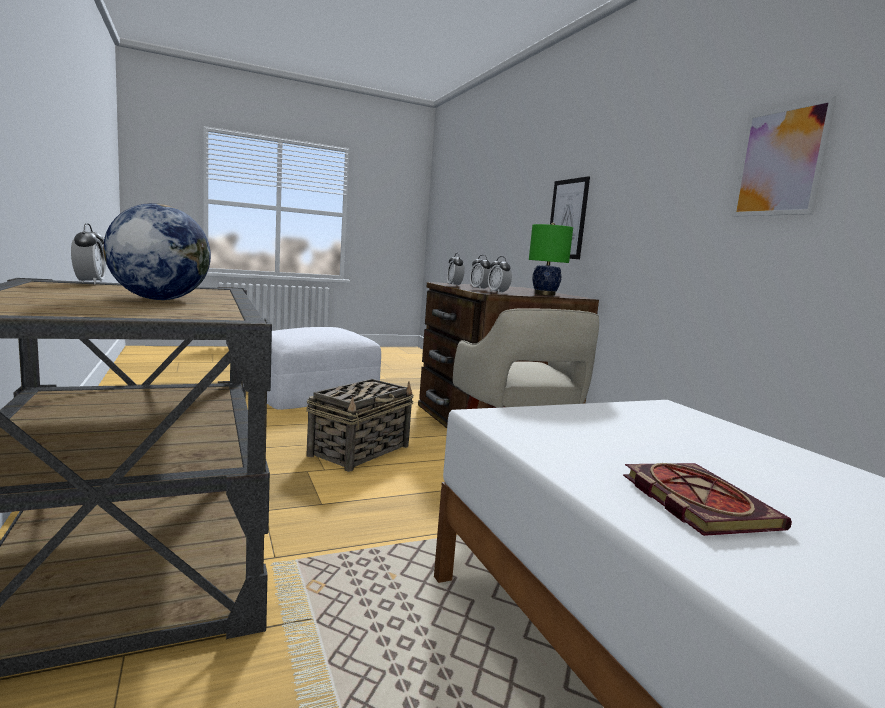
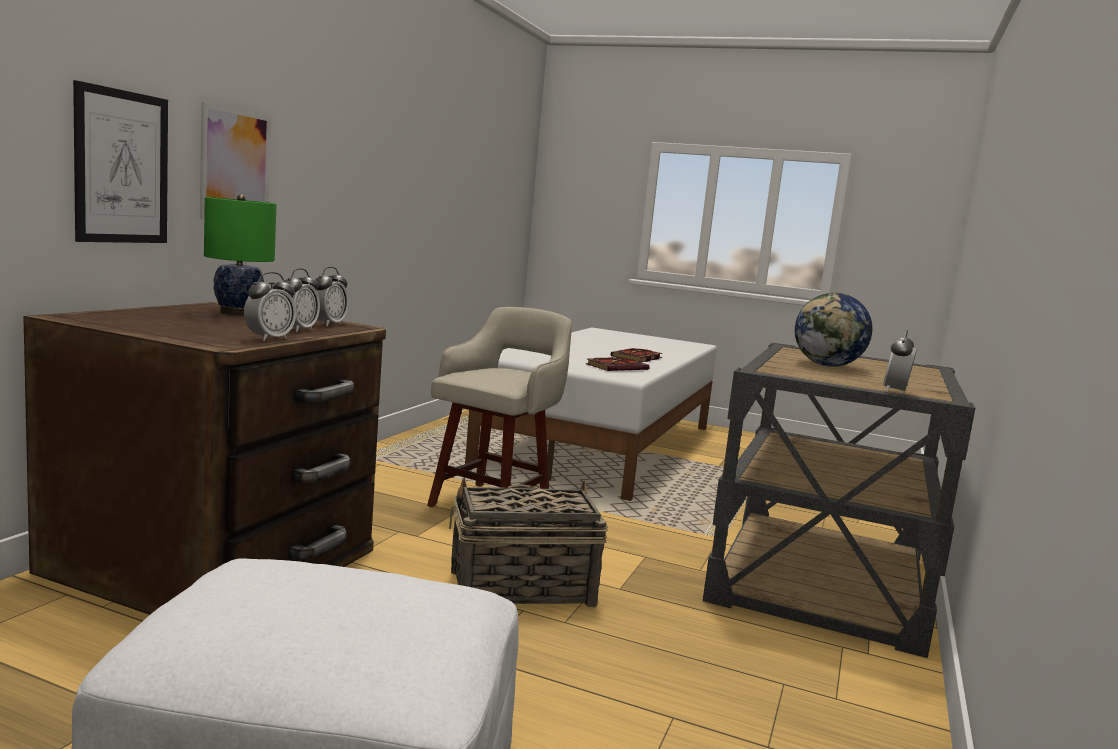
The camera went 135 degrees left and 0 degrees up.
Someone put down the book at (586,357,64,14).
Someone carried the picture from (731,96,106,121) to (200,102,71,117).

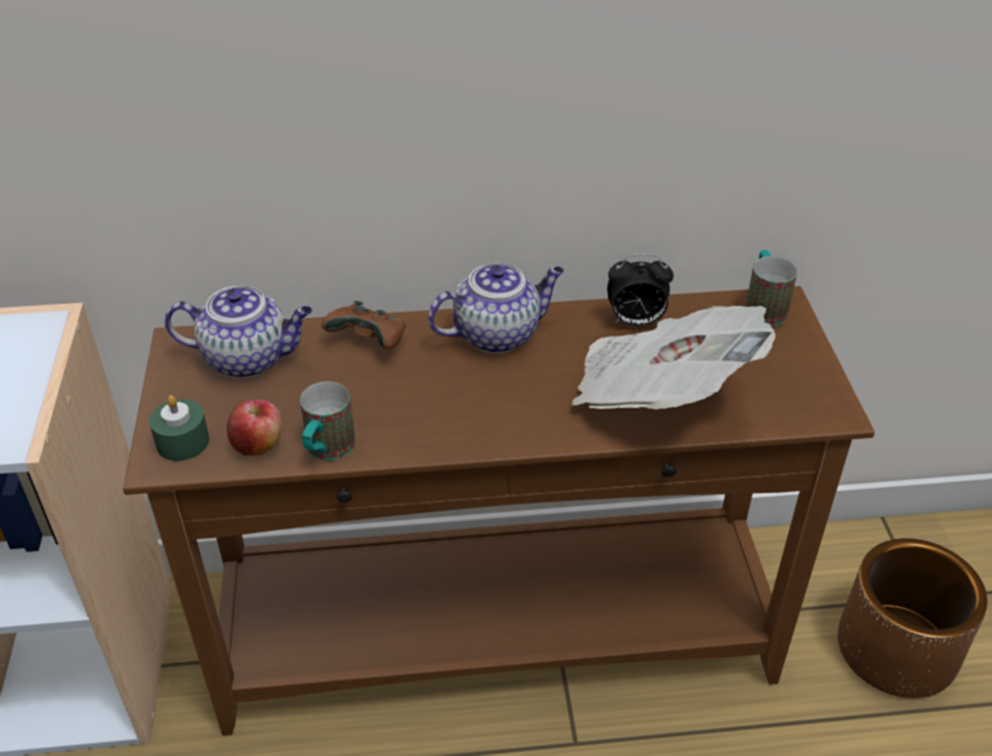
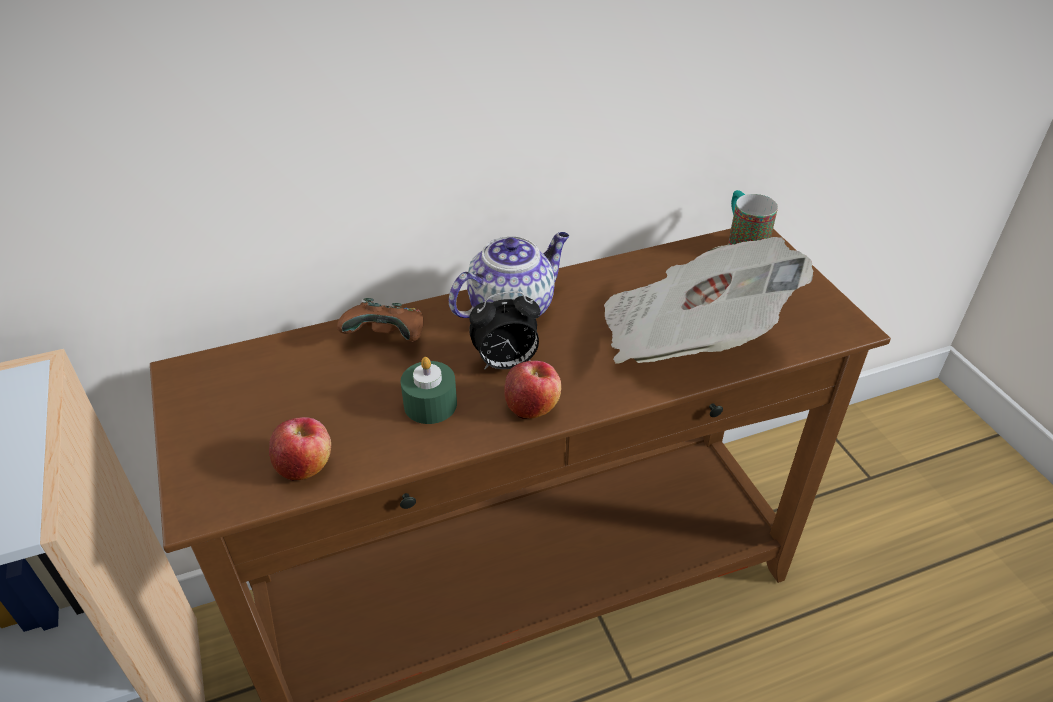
The camera went 15 degrees left and 0 degrees up.
Someone took away the teapot at (164,285,149,93).
Someone took away the mug at (300,381,55,80).
Someone took away the brown planter at (838,538,150,160).
Someone put down the apple at (505,361,56,58).
Someone carried the green candle from (149,395,60,66) to (400,357,57,67).
Someone carried the alarm clock from (607,254,67,72) to (469,291,71,79).

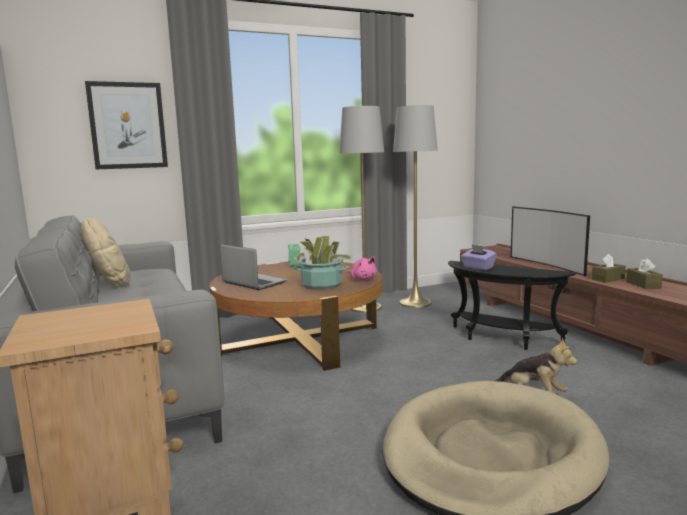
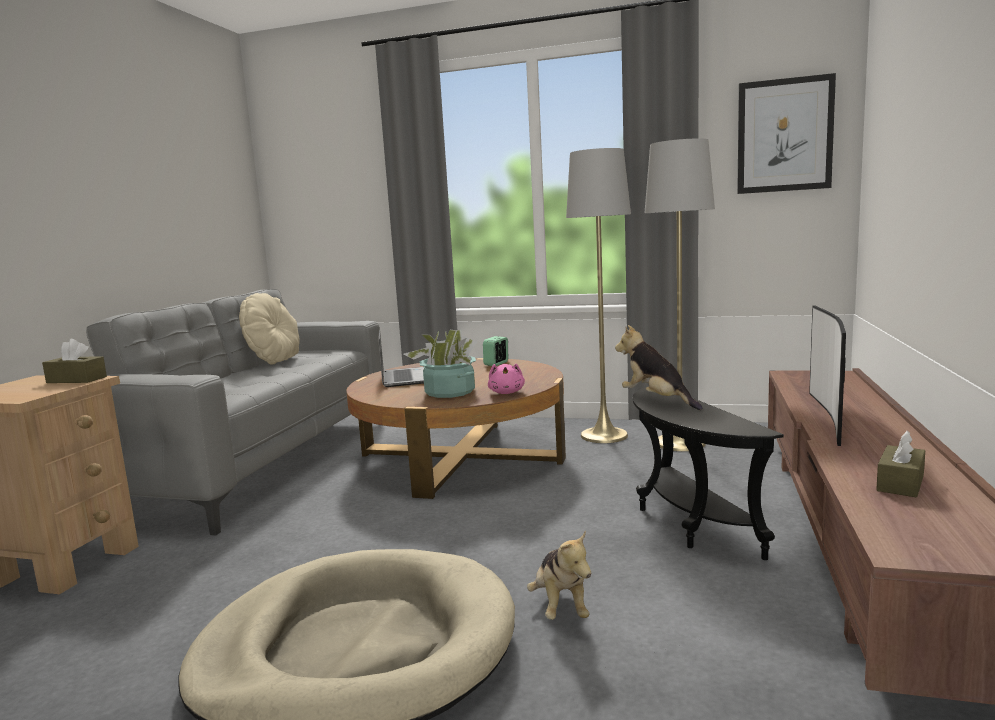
The camera went 40 degrees right and 0 degrees up.
Someone carried the picture from (85,81,83,88) to (737,73,99,121).
Someone carried the brown tissue box from (592,254,34,29) to (42,339,65,44).
Someone swapped the purple tissue box at (461,245,36,25) for the plush toy at (615,325,88,85).

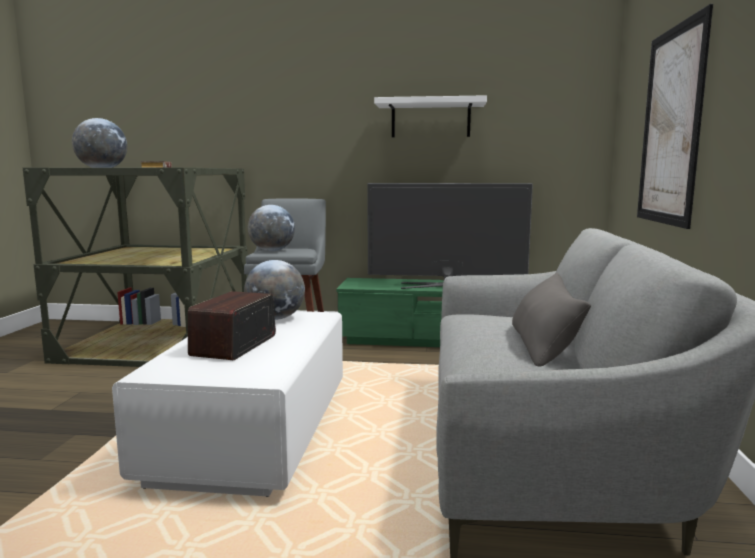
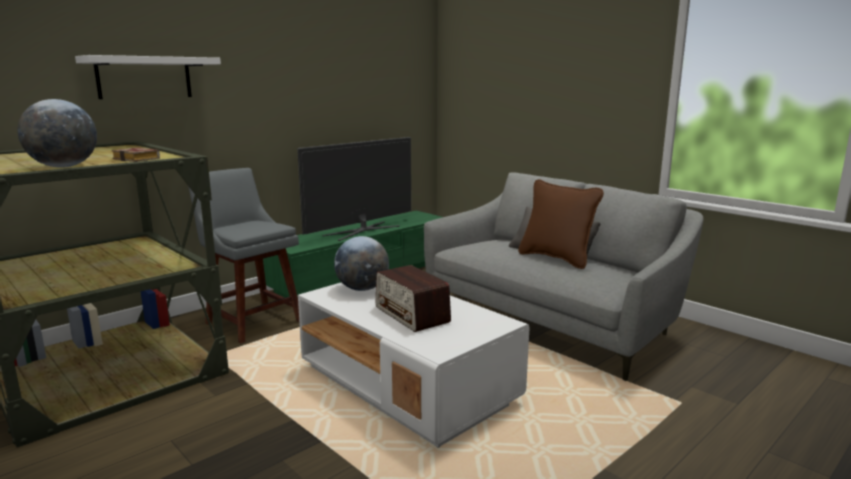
The camera went 50 degrees left and 5 degrees up.
Someone took away the globe at (248,205,47,46).
Someone took away the picture at (637,4,76,225).
Someone put down the brown pillow at (518,179,86,90).
Someone carried the white shelf from (374,95,113,42) to (75,55,146,44).

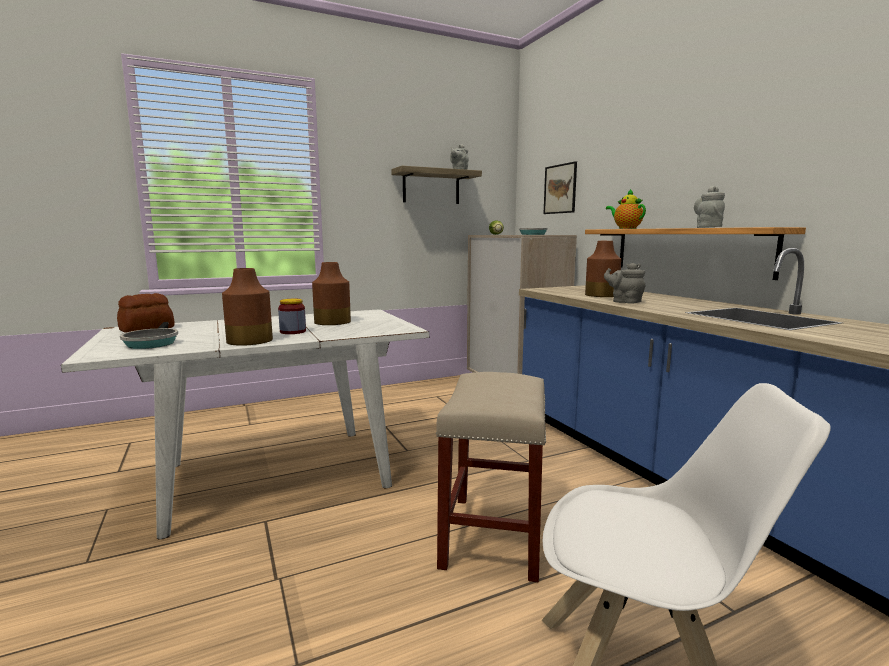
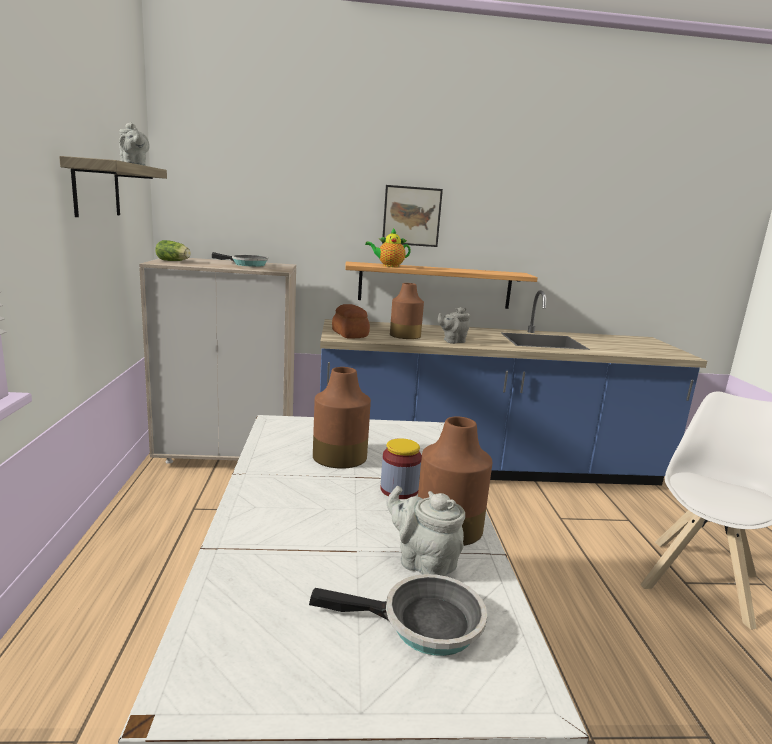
The camera went 70 degrees left and 5 degrees up.
Someone took away the beige stool at (436,372,110,210).
Someone carried the bread from (117,293,58,40) to (332,304,38,35).
Someone carried the picture from (543,161,34,53) to (382,185,61,62).
Someone carried the grey teapot from (694,186,31,42) to (387,486,78,90).

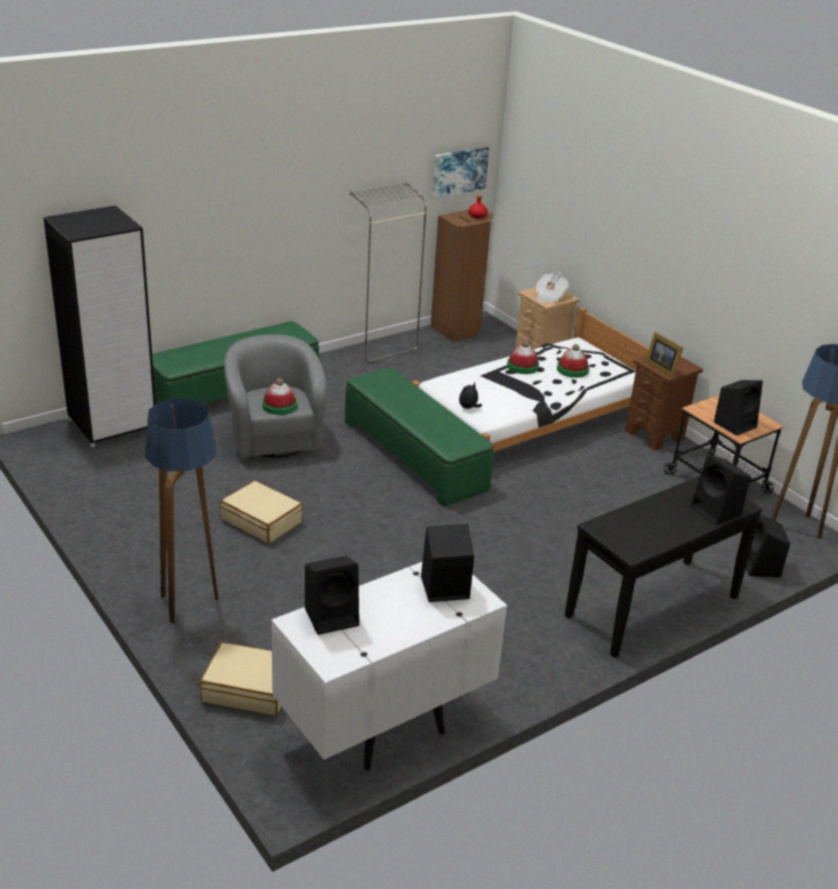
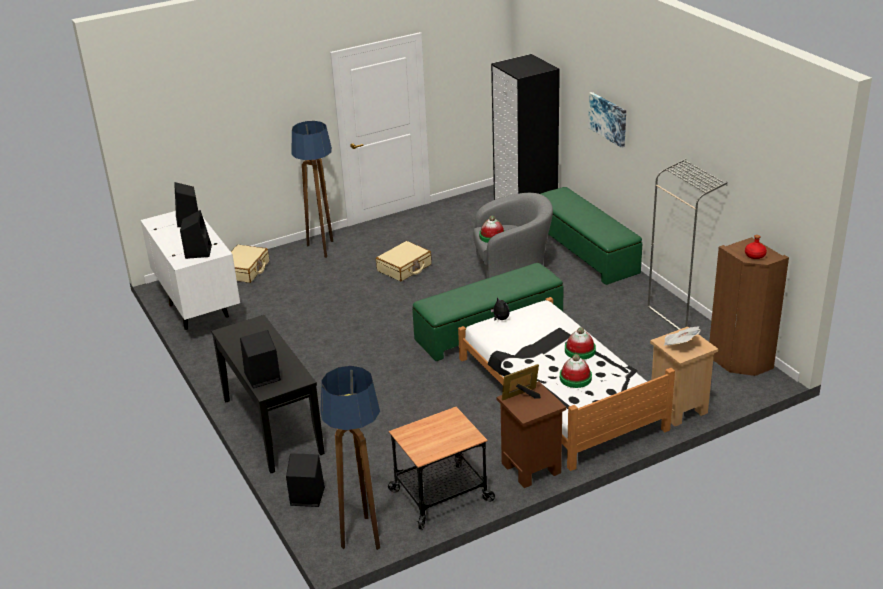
The camera went 100 degrees right and 0 degrees up.
Someone took away the black speaker at (714,380,49,56).
Someone carried the picture from (433,147,56,51) to (588,92,38,56).

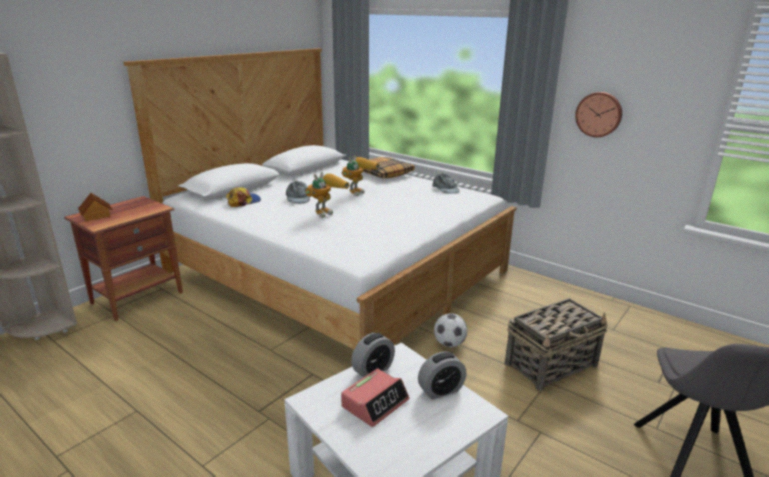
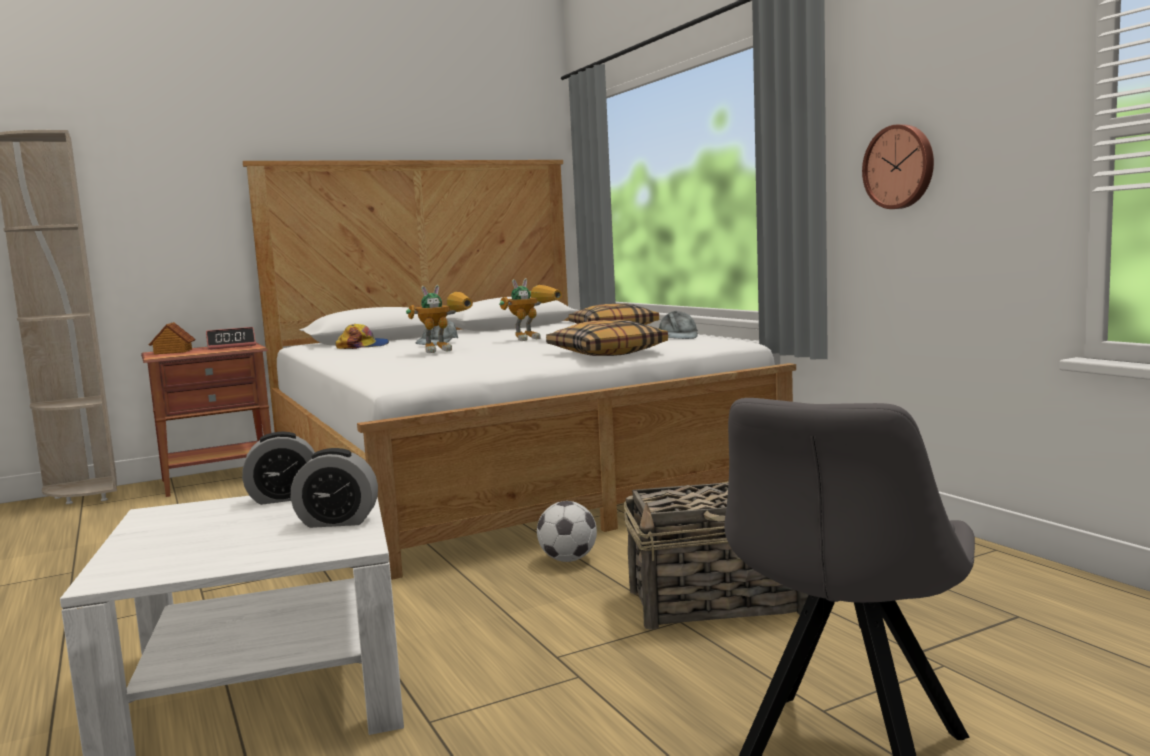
The camera went 25 degrees right and 15 degrees down.
Someone put down the pillow at (546,320,122,36).
Someone carried the alarm clock from (341,368,68,59) to (206,327,50,23).

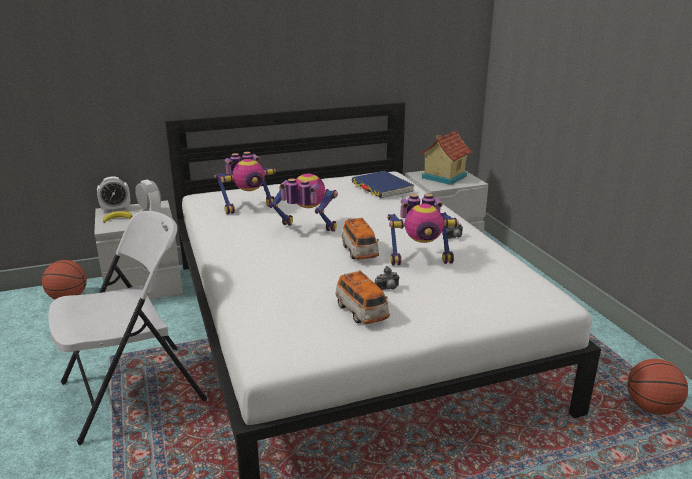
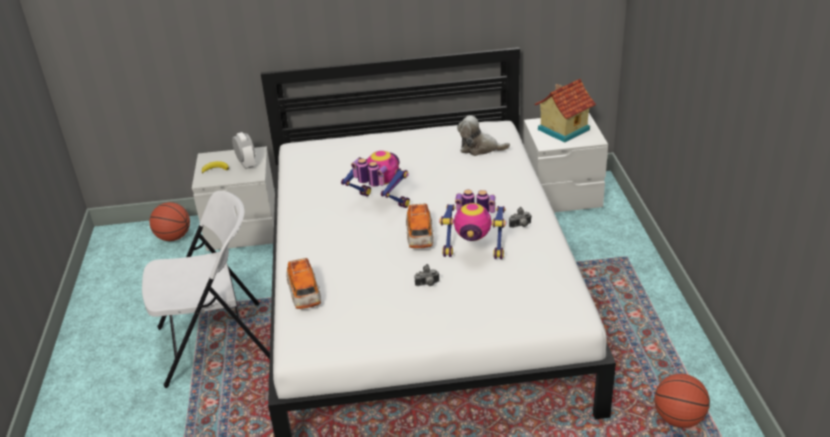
The camera went 15 degrees right and 10 degrees up.
Someone took away the alarm clock at (97,176,33,36).
Someone took away the toy robot at (214,152,62,63).
Someone carried the toy car from (335,270,55,54) to (287,258,34,51).
Someone swapped the blue book at (352,171,62,27) for the plush toy at (457,115,53,41).

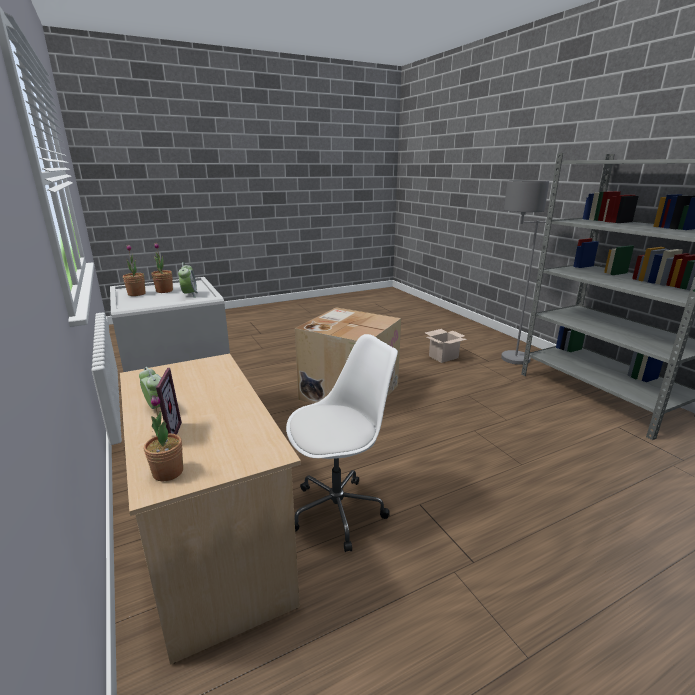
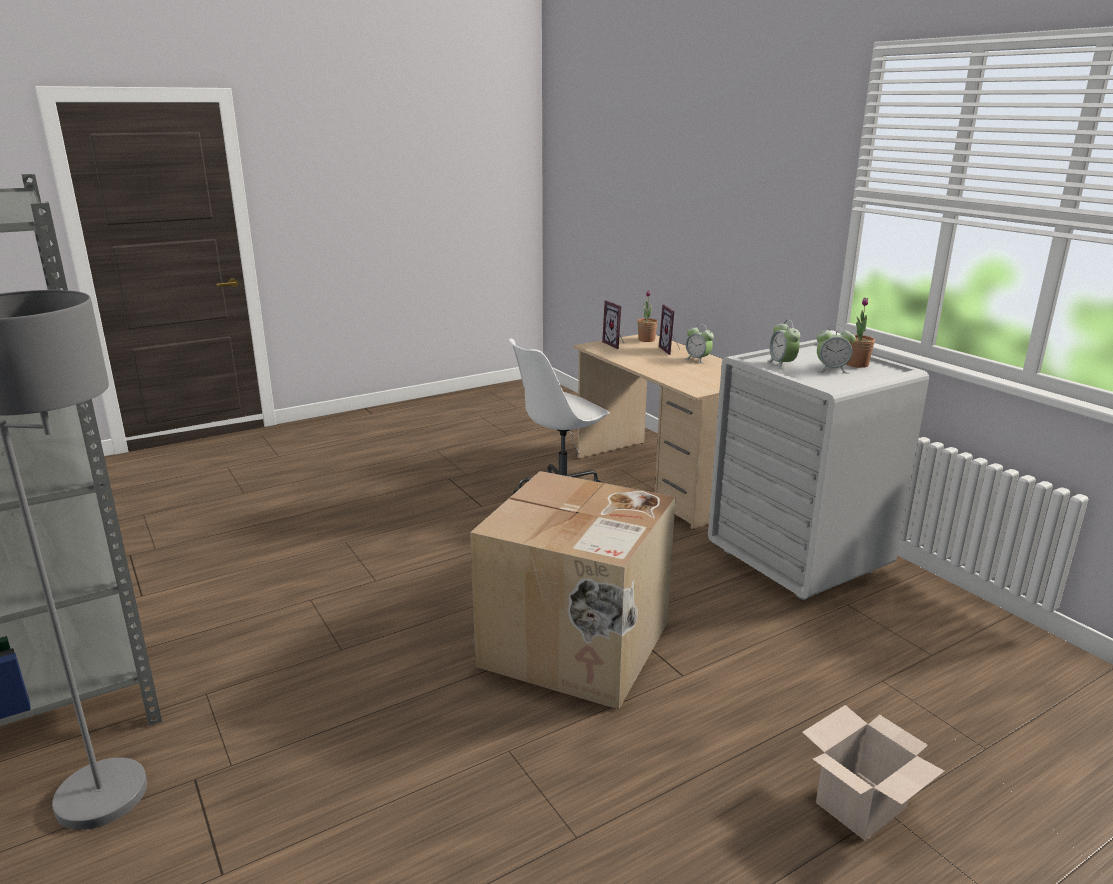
The camera went 175 degrees right and 0 degrees up.
Someone put down the picture frame at (602,300,22,49).
Someone carried the cardboard box from (425,329,42,34) to (802,705,143,136).
Someone swapped the potted plant at (151,242,22,51) for the alarm clock at (816,324,40,49).

